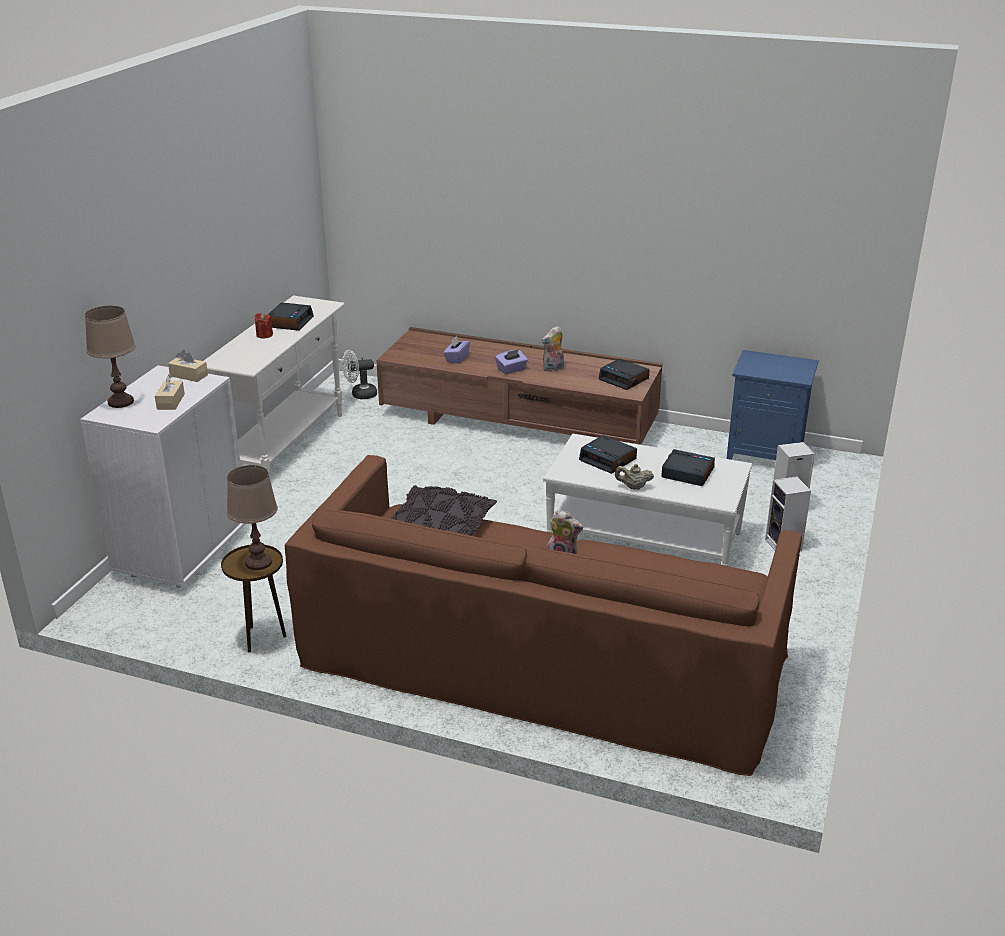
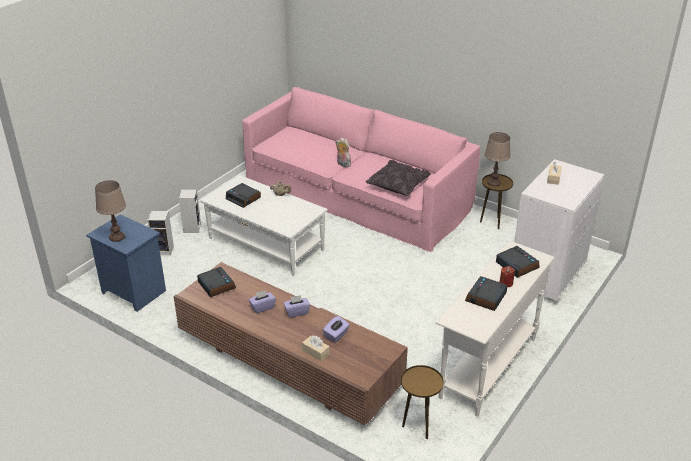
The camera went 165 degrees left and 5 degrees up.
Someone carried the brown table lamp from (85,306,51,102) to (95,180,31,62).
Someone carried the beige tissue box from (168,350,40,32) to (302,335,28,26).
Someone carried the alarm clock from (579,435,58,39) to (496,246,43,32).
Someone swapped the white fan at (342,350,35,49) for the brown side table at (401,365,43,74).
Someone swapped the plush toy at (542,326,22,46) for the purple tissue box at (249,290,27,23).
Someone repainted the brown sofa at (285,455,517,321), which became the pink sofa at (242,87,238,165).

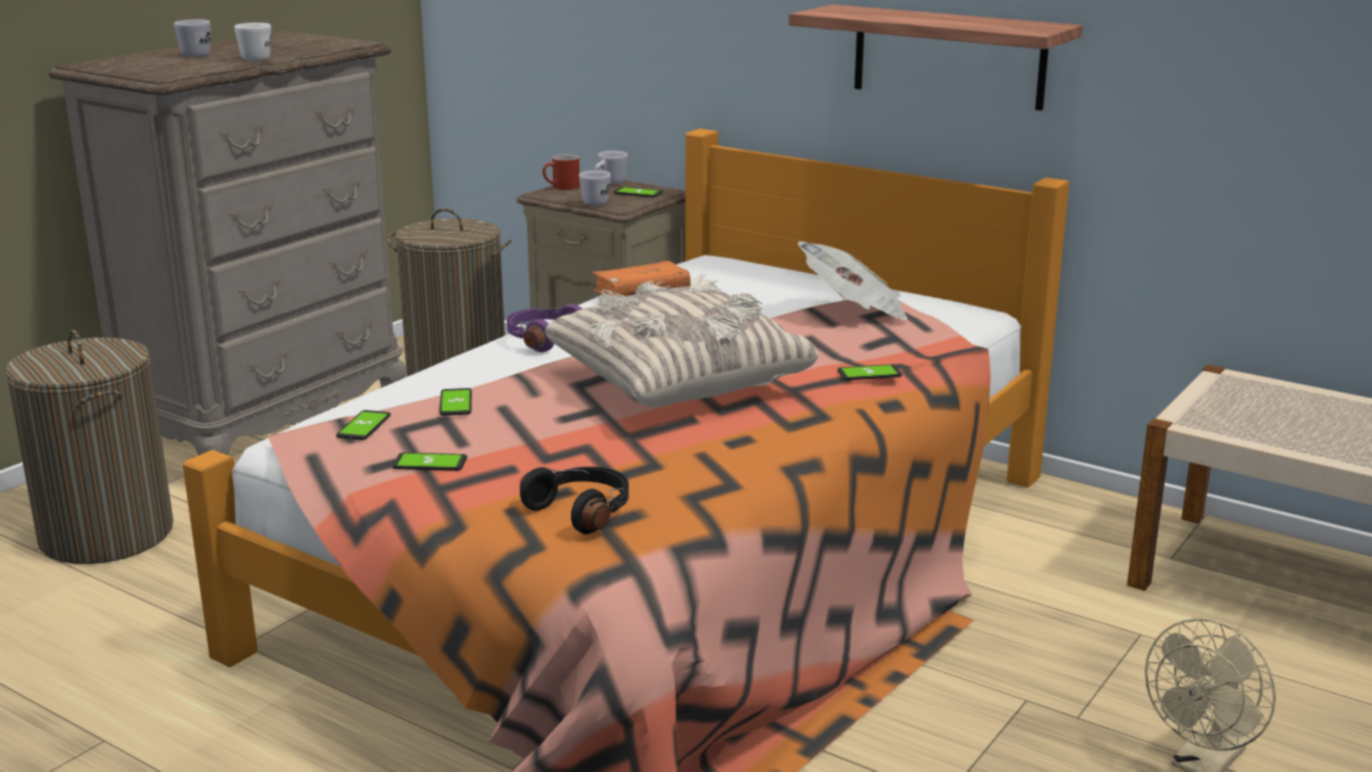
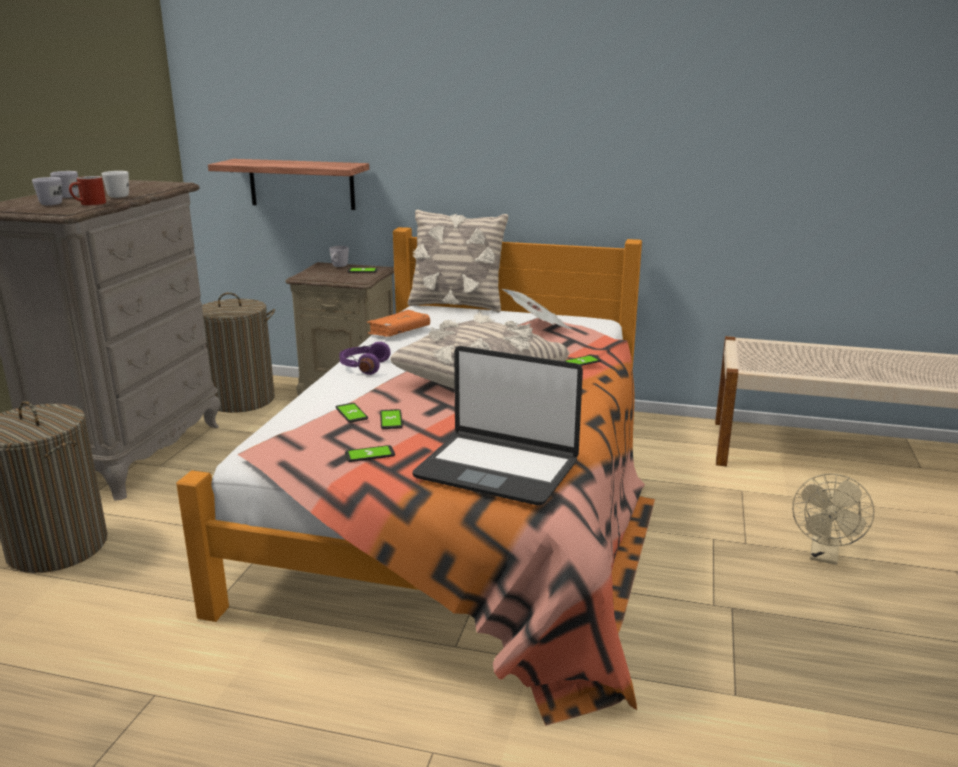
The camera went 20 degrees left and 0 degrees up.
Someone put down the beige pillow at (408,210,100,103).
Someone carried the phone from (336,410,55,30) to (380,409,23,20).
Someone carried the red mug from (542,154,38,36) to (69,176,37,30).
Someone carried the white mug from (579,170,32,36) to (32,177,30,28).
Someone carried the shelf from (789,4,293,107) to (208,159,161,51).
Someone swapped the black headphones at (520,467,109,67) for the laptop at (412,346,171,159).

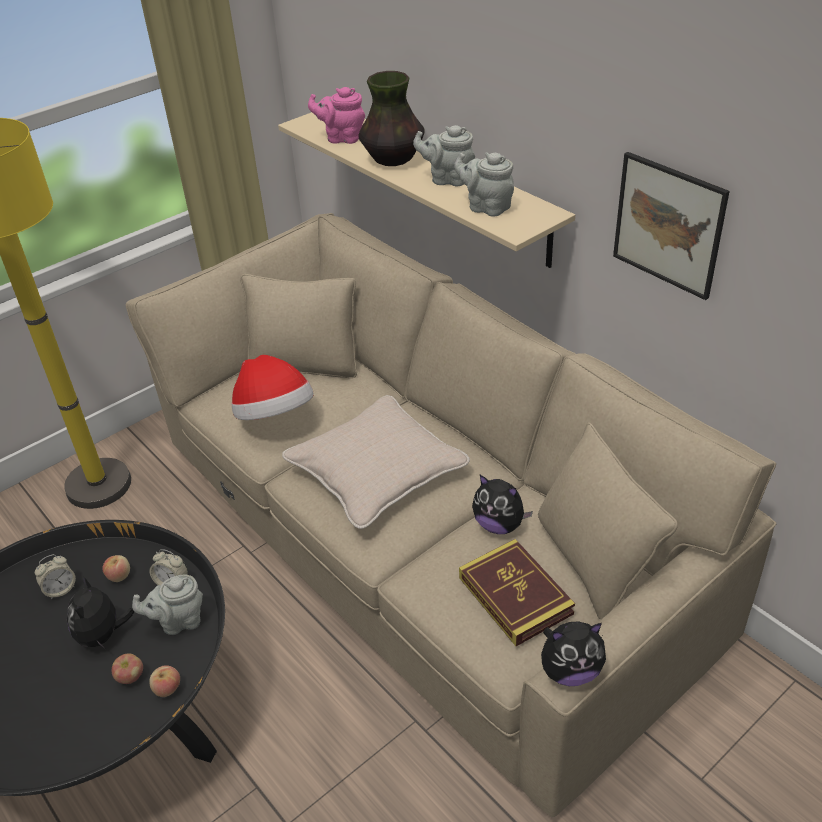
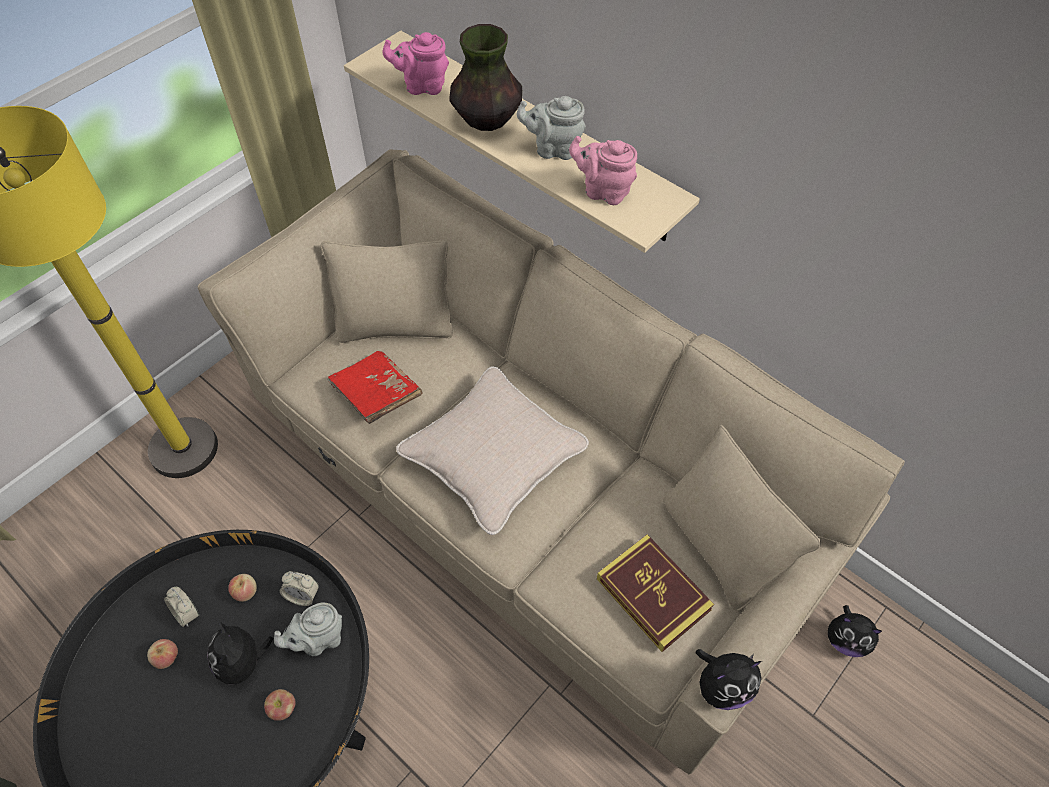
The camera went 10 degrees left and 15 degrees up.
Someone took away the picture at (613,152,117,148).
Someone carried the apple from (149,665,31,32) to (147,639,31,30).
Someone carried the plush toy from (472,475,61,59) to (828,605,54,52).
Someone swapped the hat at (231,355,83,65) for the red book at (327,351,96,73).
Someone repainted the grey teapot at (454,152,60,65), which became the pink teapot at (569,136,68,69).
Someone rotated the alarm clock at (35,554,41,45) by 90 degrees clockwise.

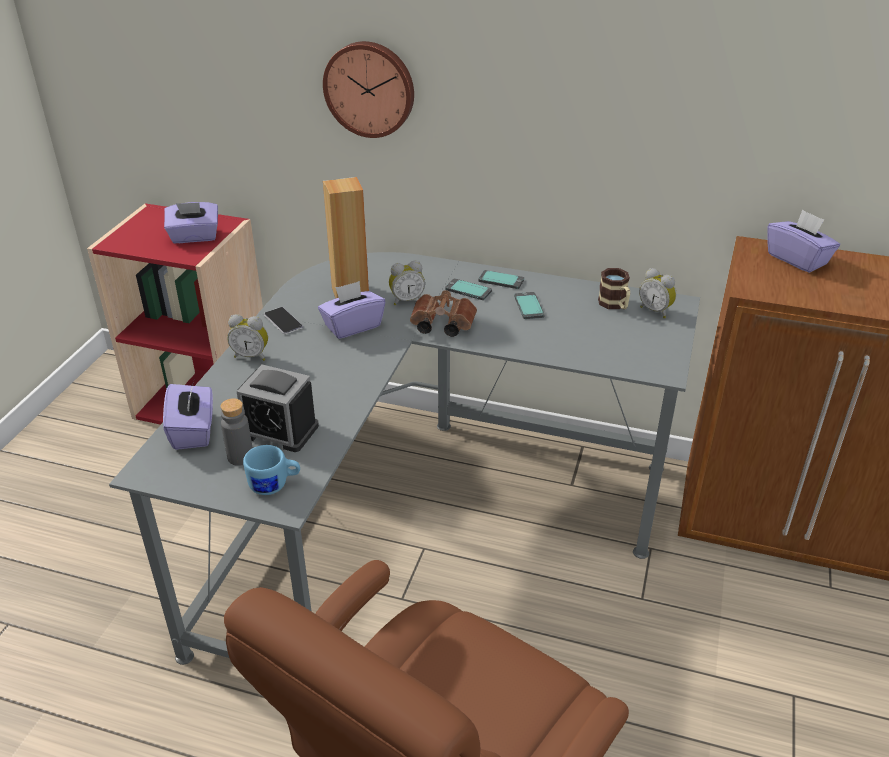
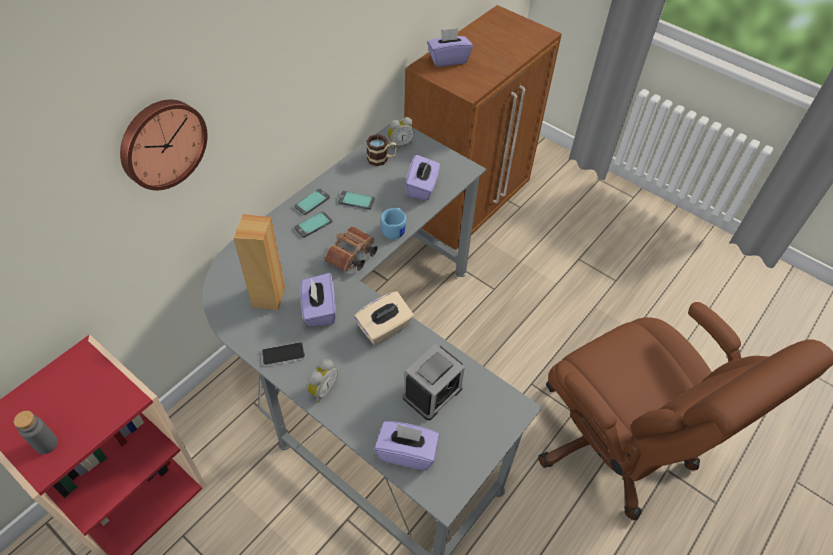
The camera went 70 degrees left and 15 degrees up.
Someone took away the alarm clock at (389,261,36,44).
Someone put down the beige tissue box at (355,291,59,54).
Someone carried the purple tissue box from (164,202,54,41) to (405,154,35,46).
Someone carried the grey bottle from (220,398,33,68) to (13,411,45,43).
Someone carried the blue mug from (243,445,57,50) to (381,208,25,31).

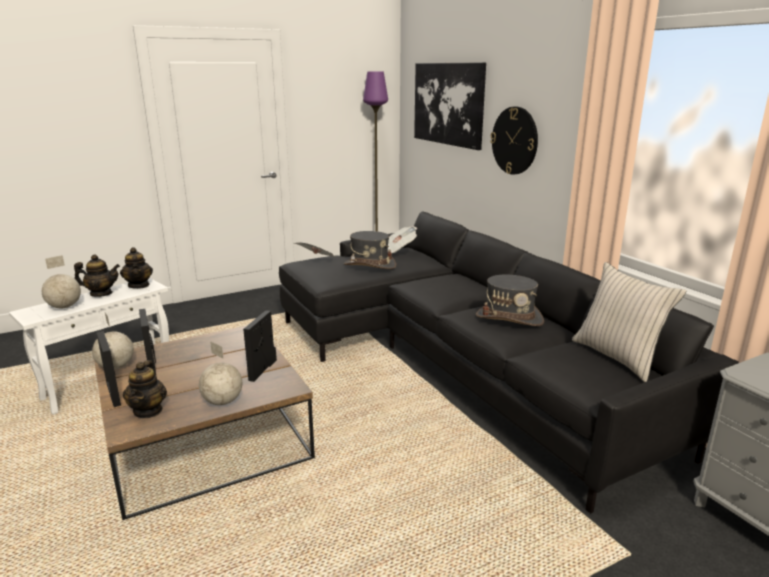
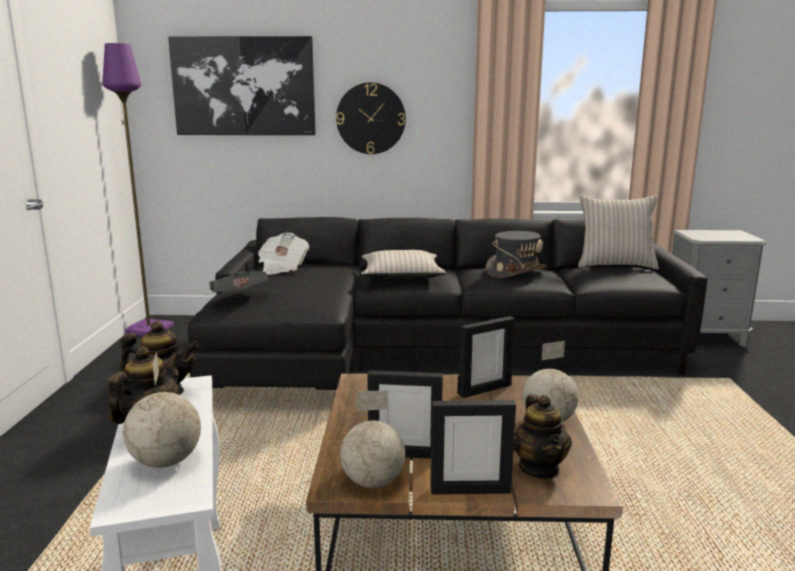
The camera went 60 degrees left and 5 degrees down.
Someone took away the grey hat at (344,231,52,38).
Someone put down the beige pillow at (361,250,86,30).
Someone rotated the teapot at (123,360,44,58) by 60 degrees clockwise.
Someone rotated the picture frame at (243,310,34,72) by 75 degrees counterclockwise.

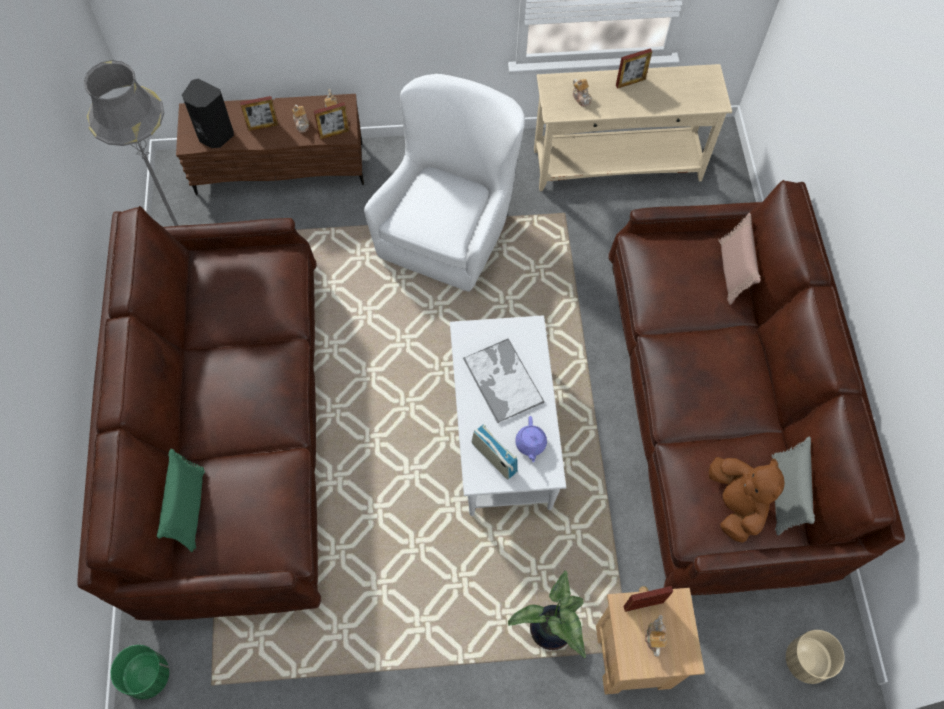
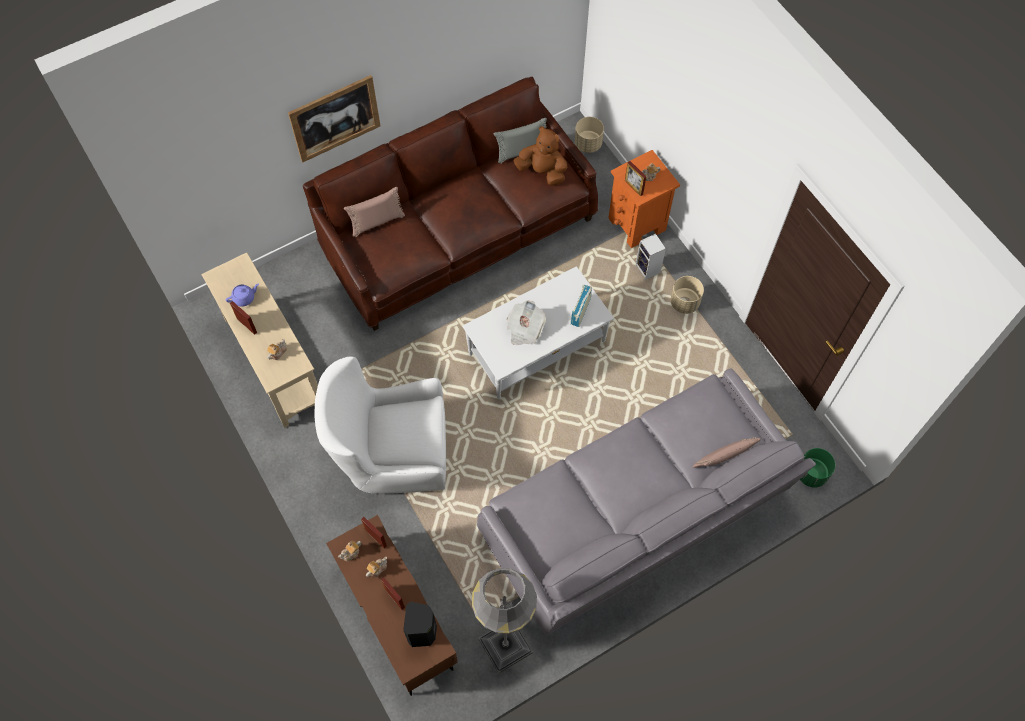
The camera went 115 degrees left and 0 degrees up.
Someone put up the picture at (288,75,92,88).
Someone put down the beige planter at (671,276,33,38).
Someone carried the purple teapot from (515,416,32,46) to (226,284,33,23).
Someone swapped the tray at (463,339,81,84) for the newspaper at (507,300,39,45).
Someone swapped the potted plant at (508,570,78,88) for the speaker at (636,234,30,46).
Someone repainted the brown sofa at (77,206,244,414), which became the grey sofa at (477,369,339,267).
Someone repainted the green pillow at (157,449,48,103), which became the beige pillow at (693,437,68,31).
Someone repainted the beige nightstand at (596,586,109,109), which became the orange nightstand at (608,150,72,98).
Someone rotated the brown plush toy at (709,457,76,86) by 60 degrees clockwise.

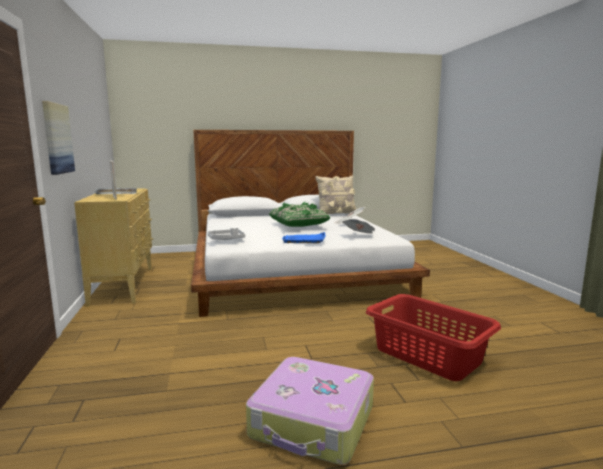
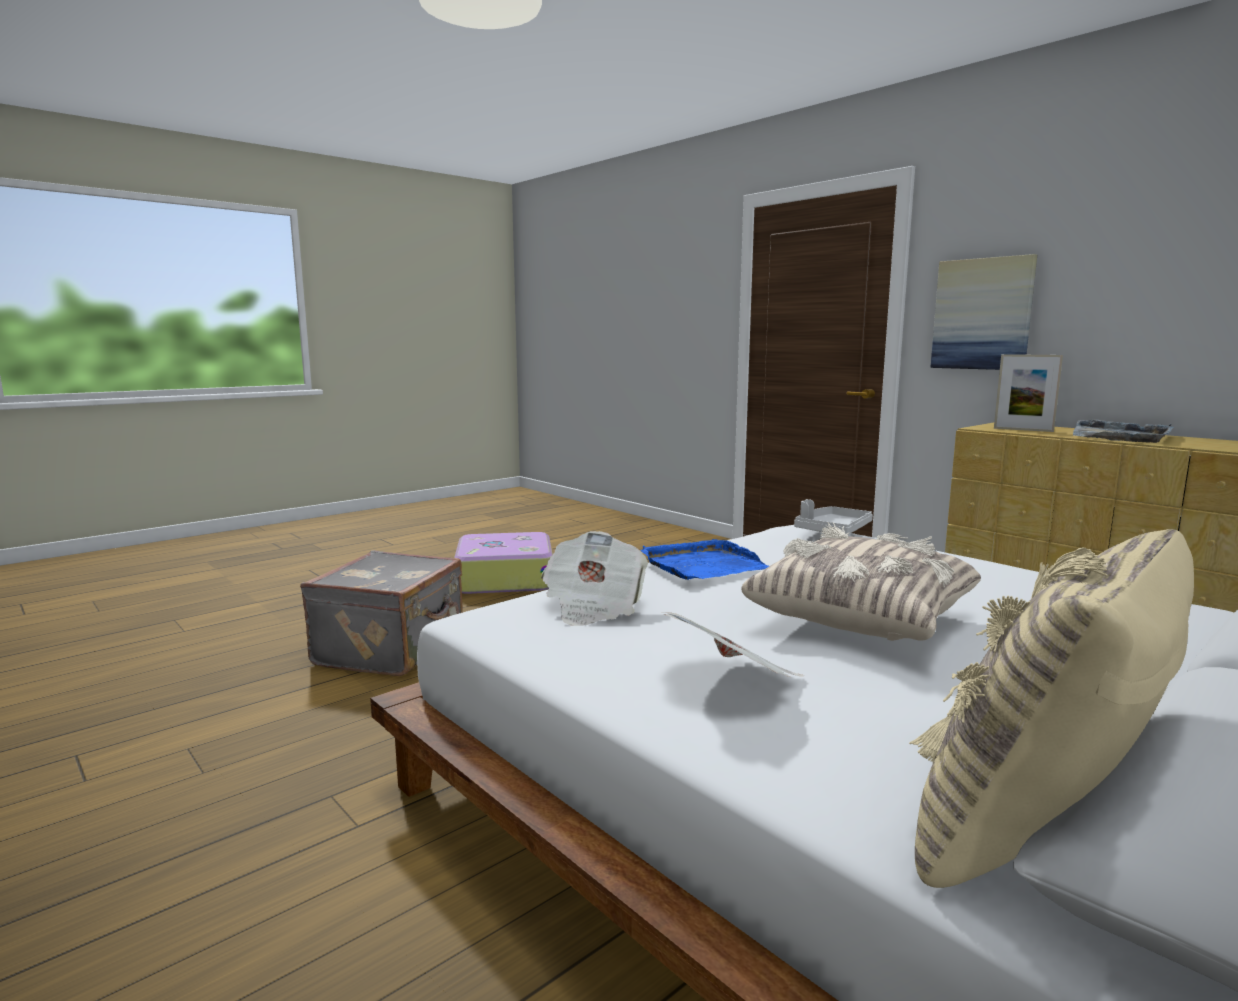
The camera went 150 degrees right and 0 degrees up.
Someone swapped the red laundry basket at (366,294,135,87) for the grey suitcase at (300,550,163,126).
Someone repainted the green pillow at (269,201,61,26), which became the beige pillow at (741,522,240,119).

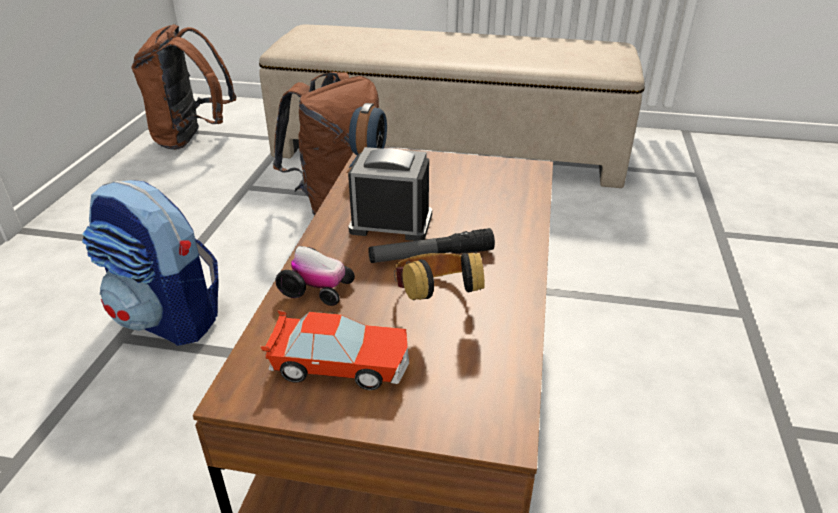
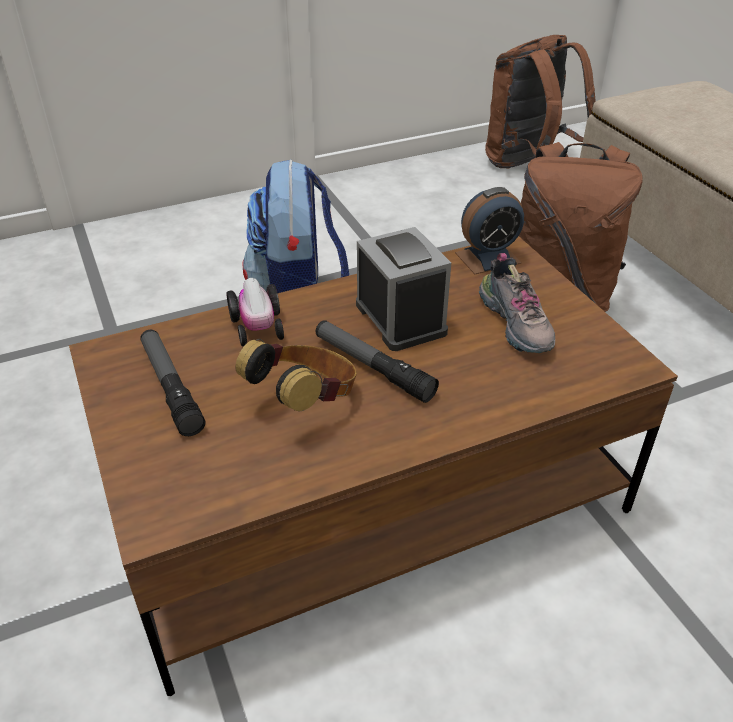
The camera went 55 degrees right and 5 degrees up.
Someone put down the shoe at (479,253,76,100).
Someone swapped the toy car at (260,310,149,80) for the flashlight at (140,329,65,107).

